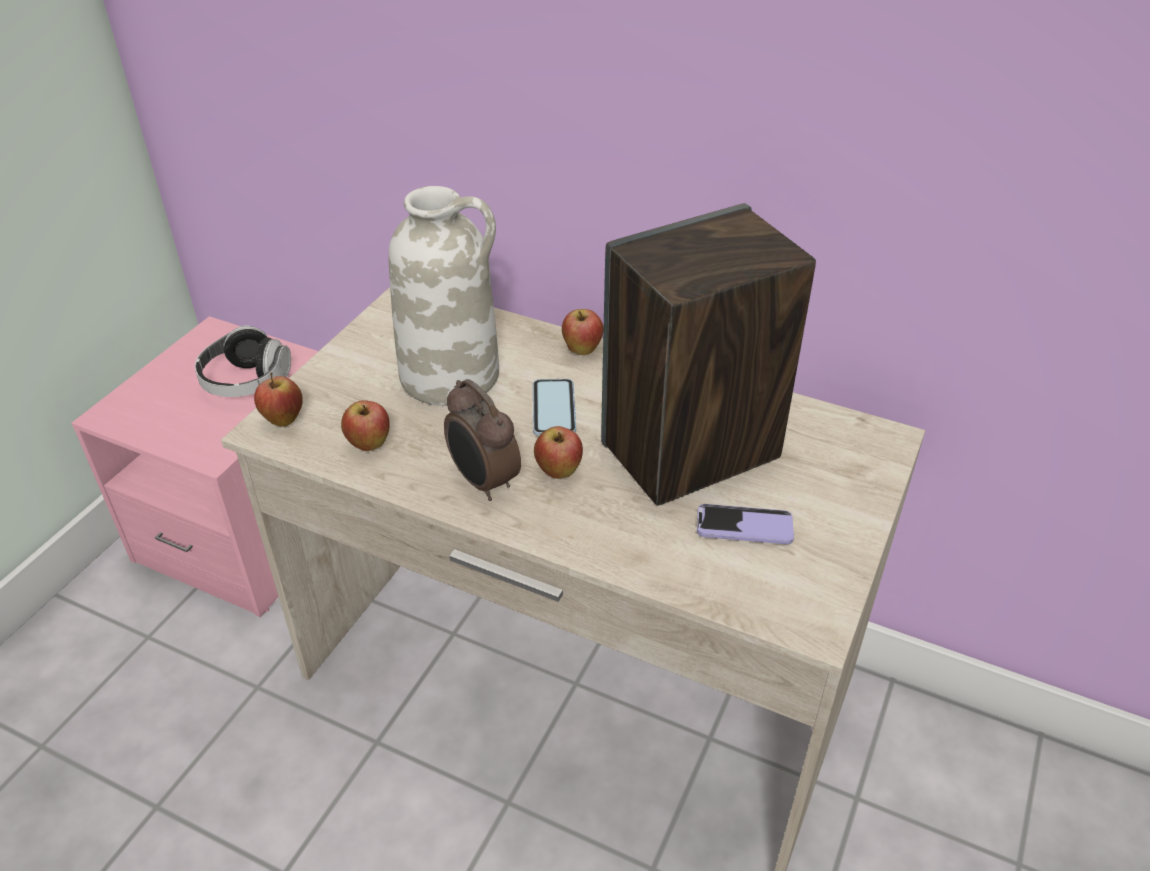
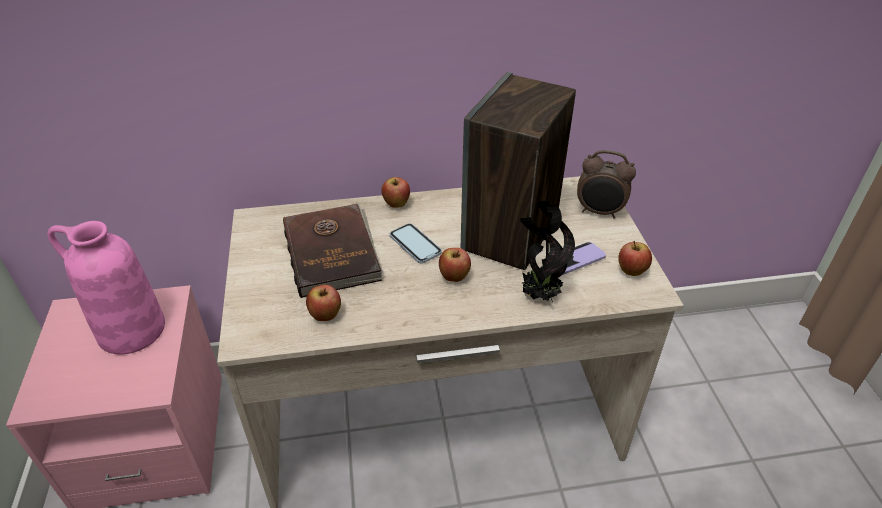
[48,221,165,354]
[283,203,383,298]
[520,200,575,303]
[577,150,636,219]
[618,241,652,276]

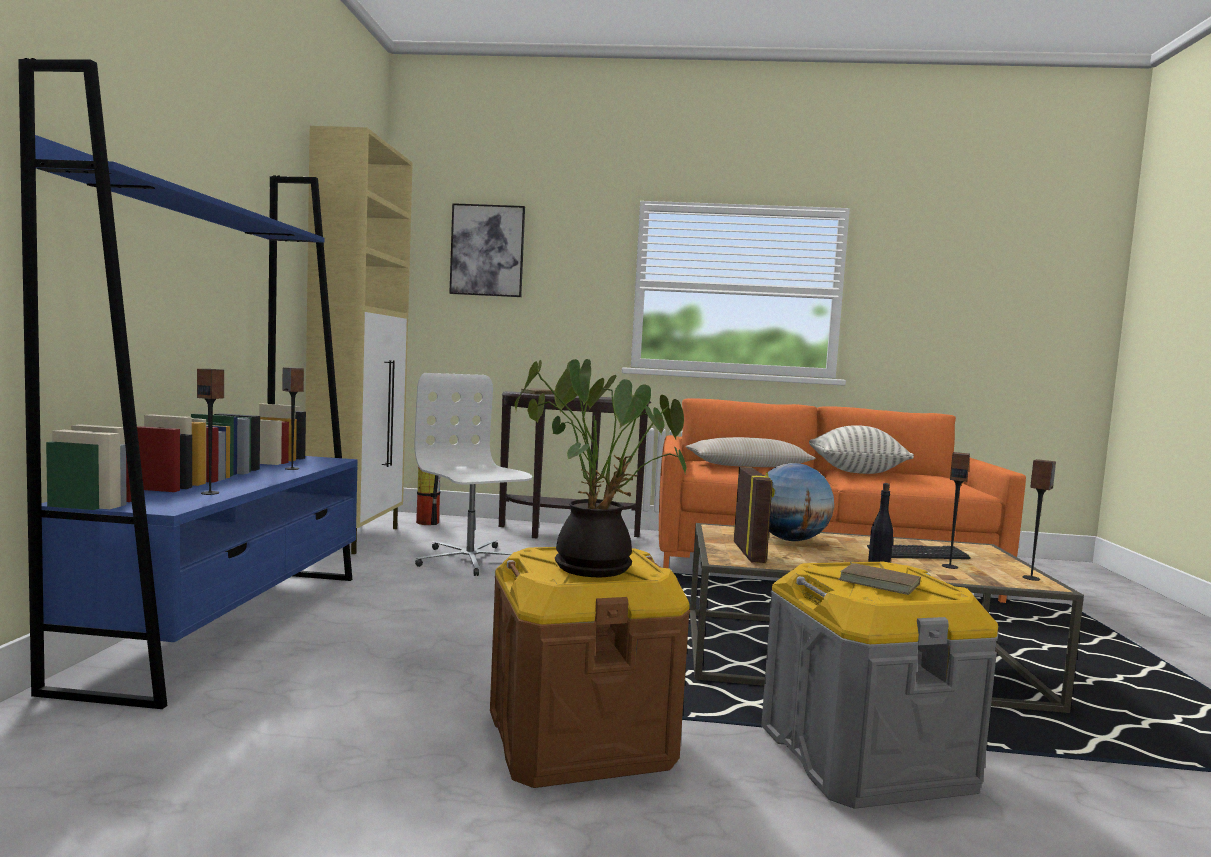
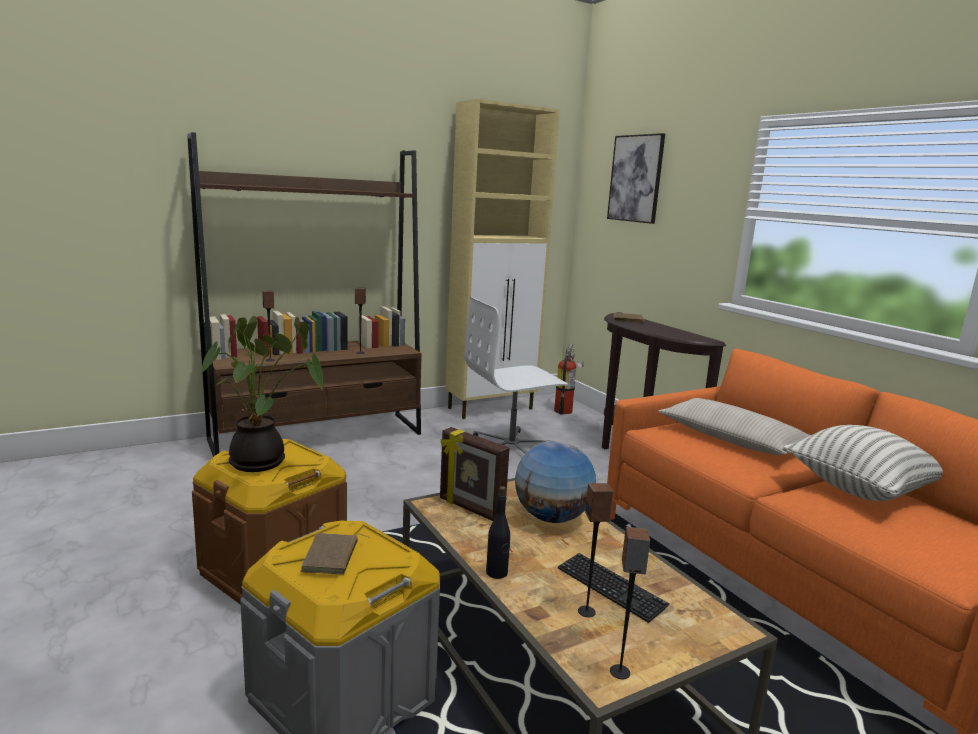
[187,132,422,457]
[440,427,510,521]
[464,297,568,454]

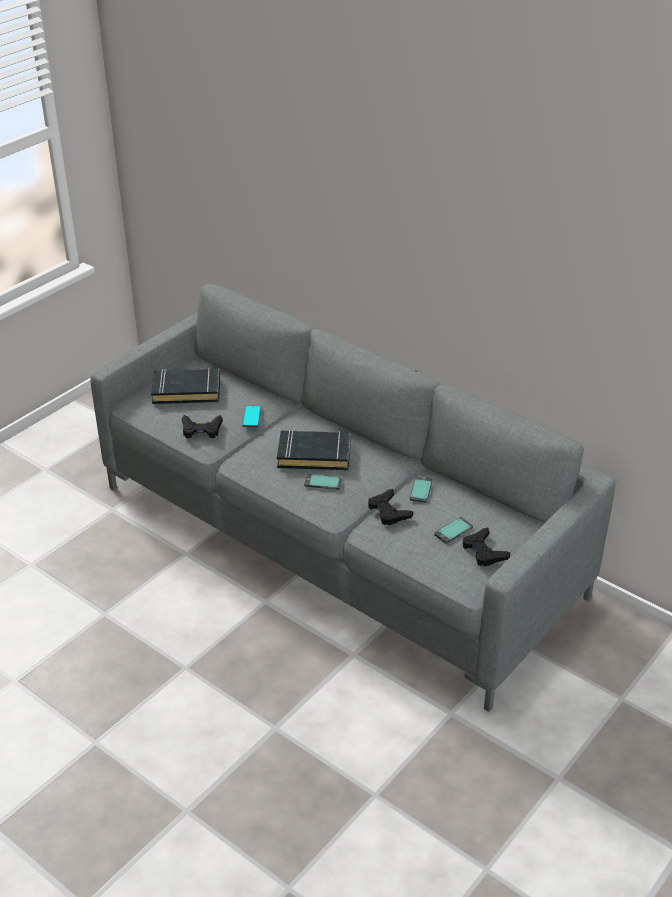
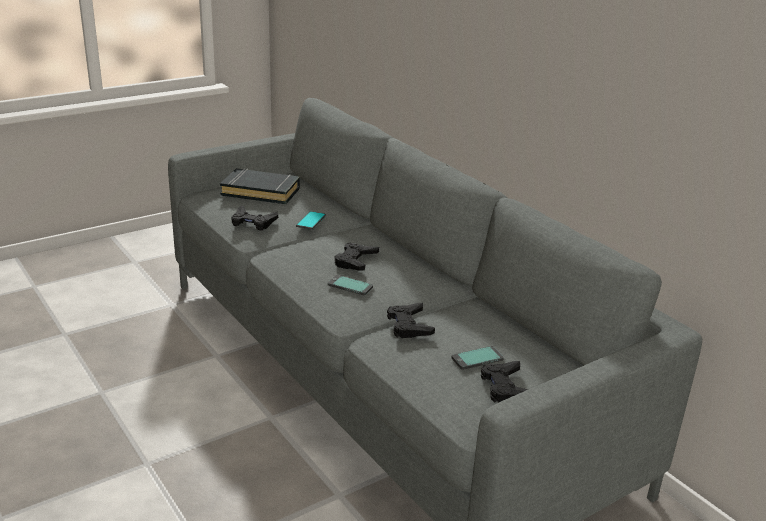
[334,243,379,271]
[410,476,433,503] (first image)

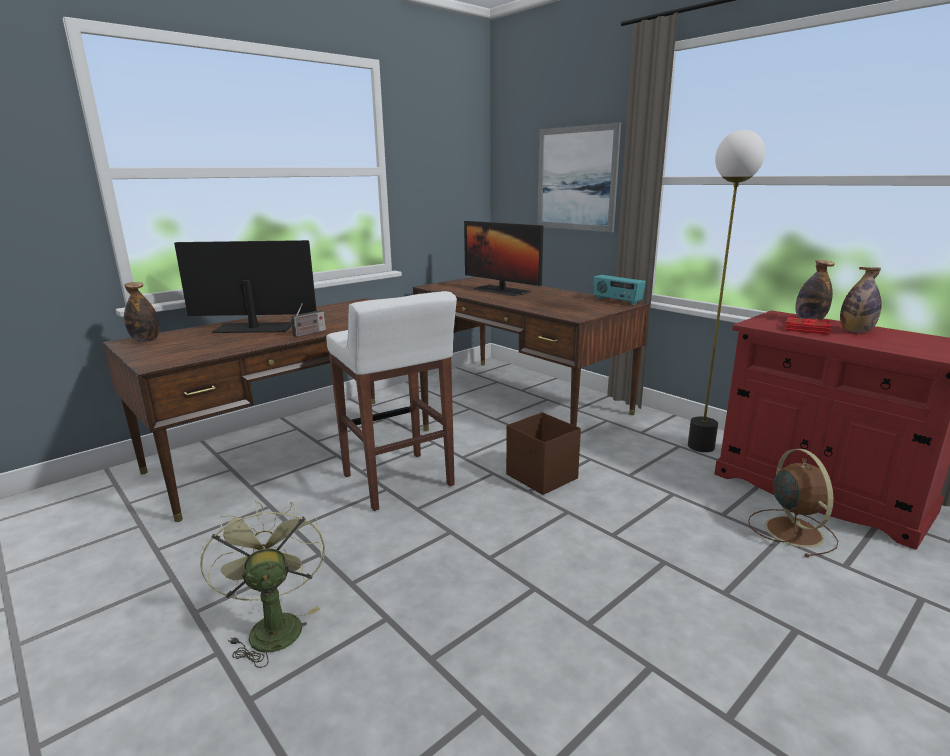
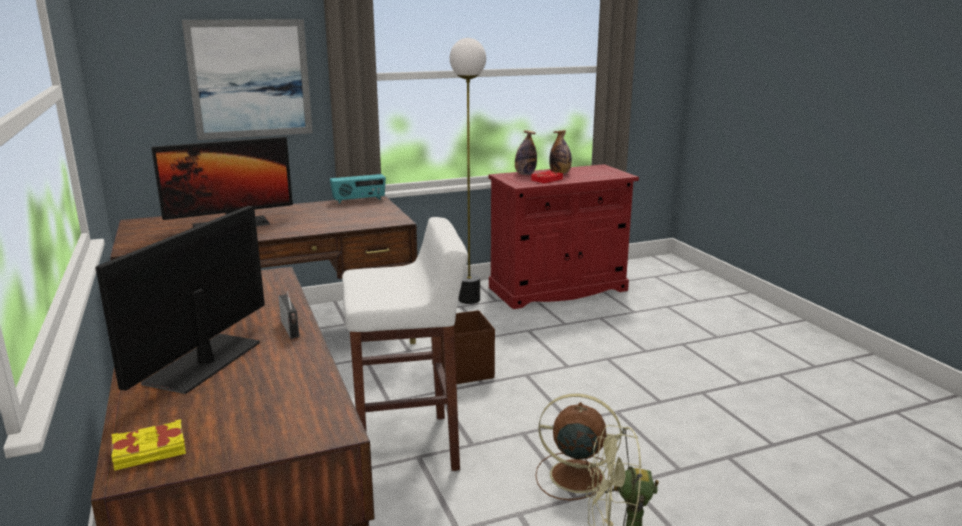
[111,419,186,471]
[535,394,621,500]

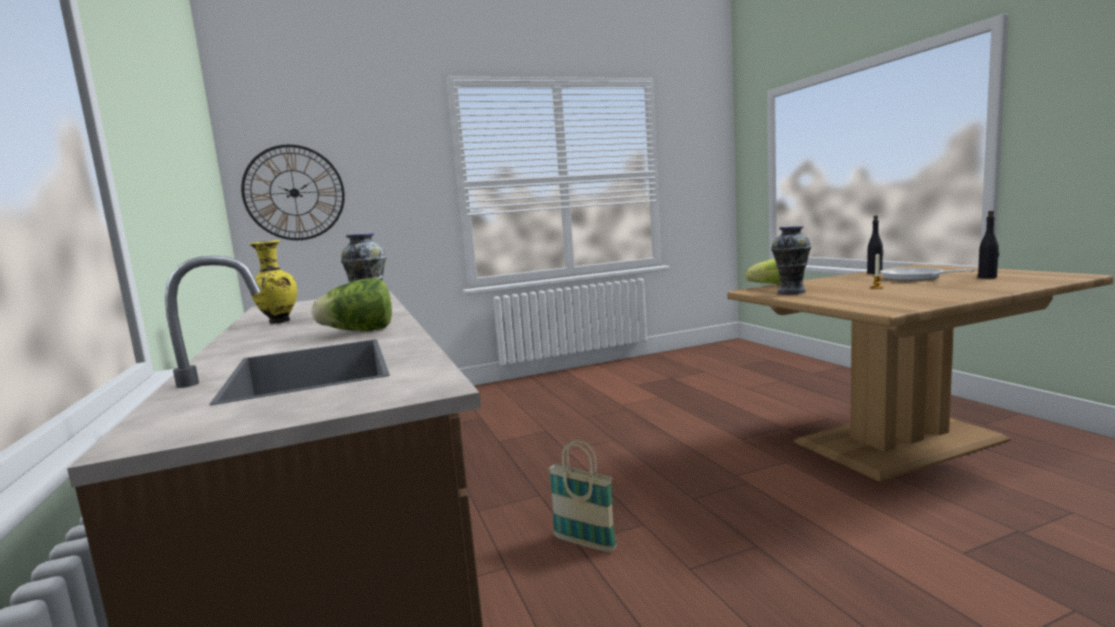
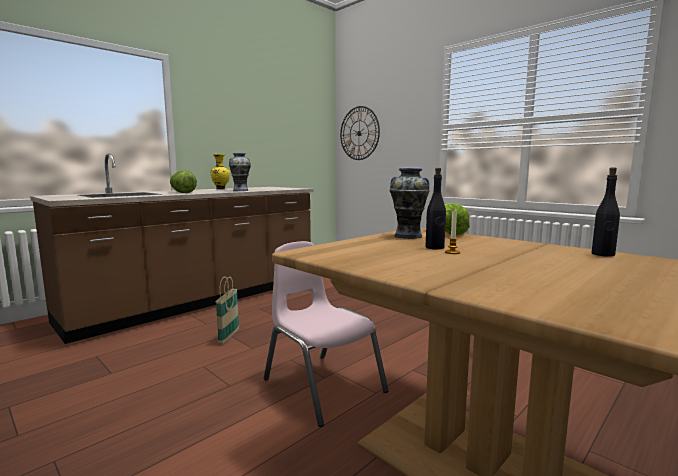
[264,241,389,427]
[426,168,446,249]
[880,268,975,281] (first image)

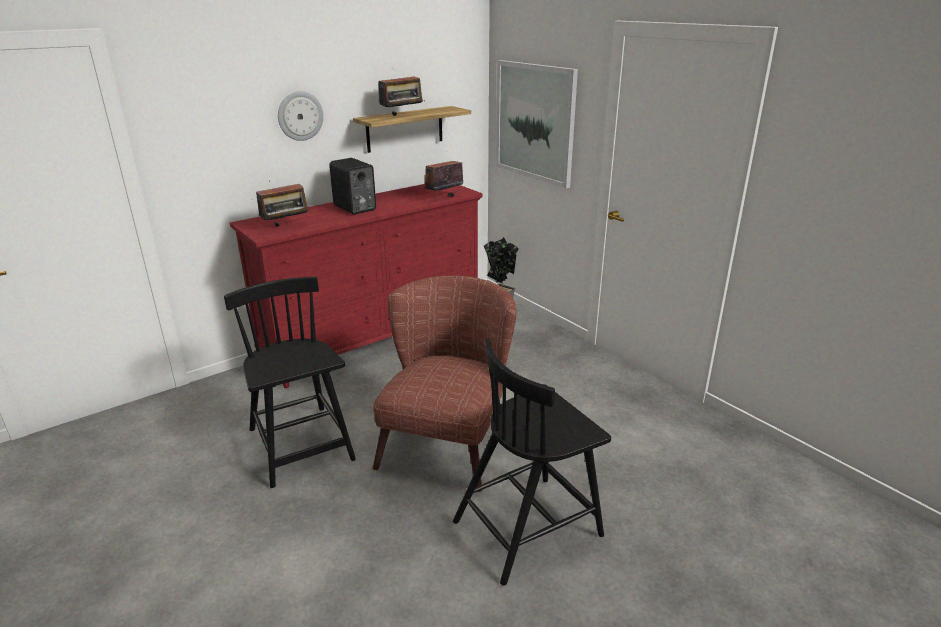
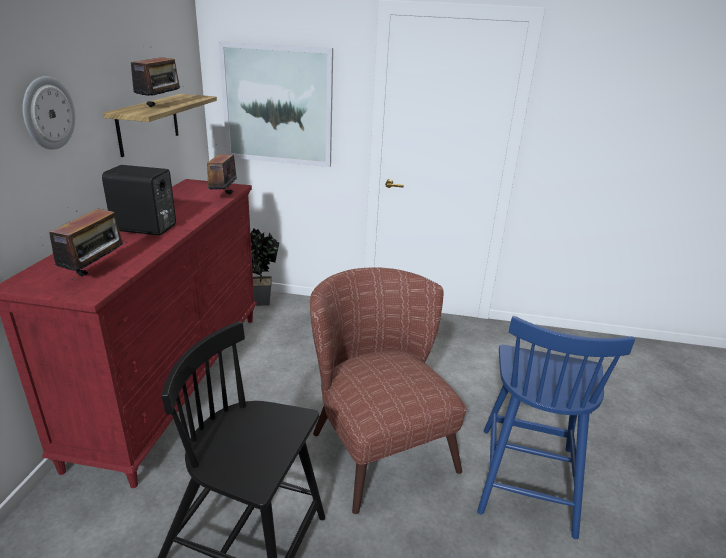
[477,316,635,539]

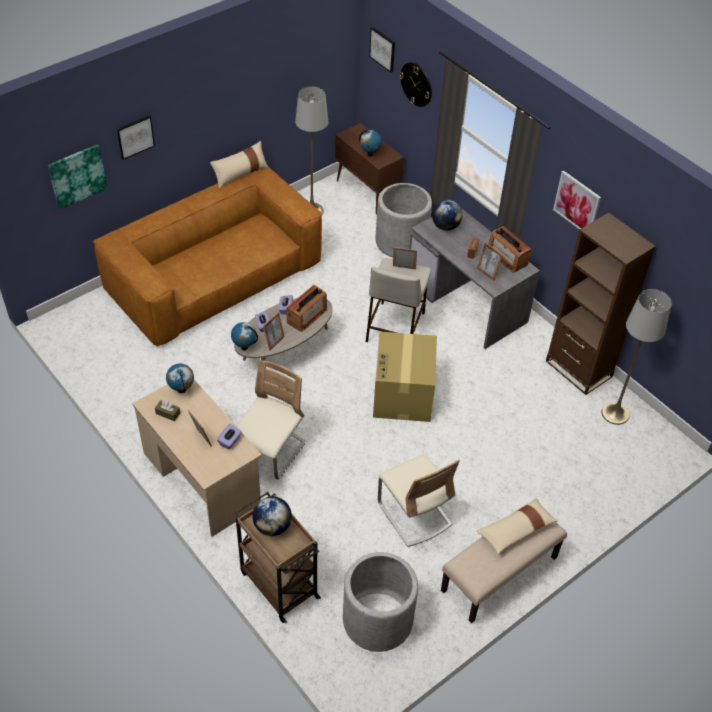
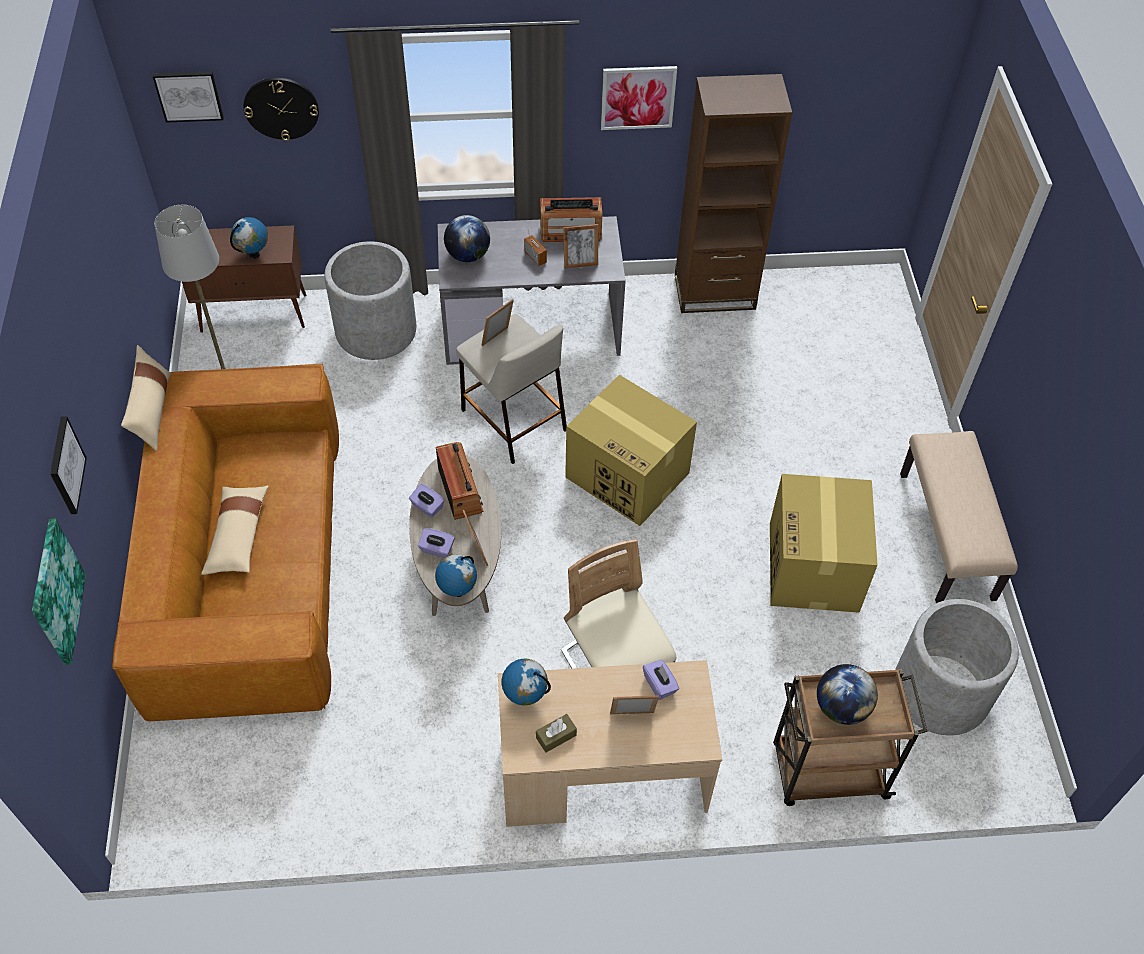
[201,485,268,575]
[770,474,878,613]
[602,289,672,425] (first image)

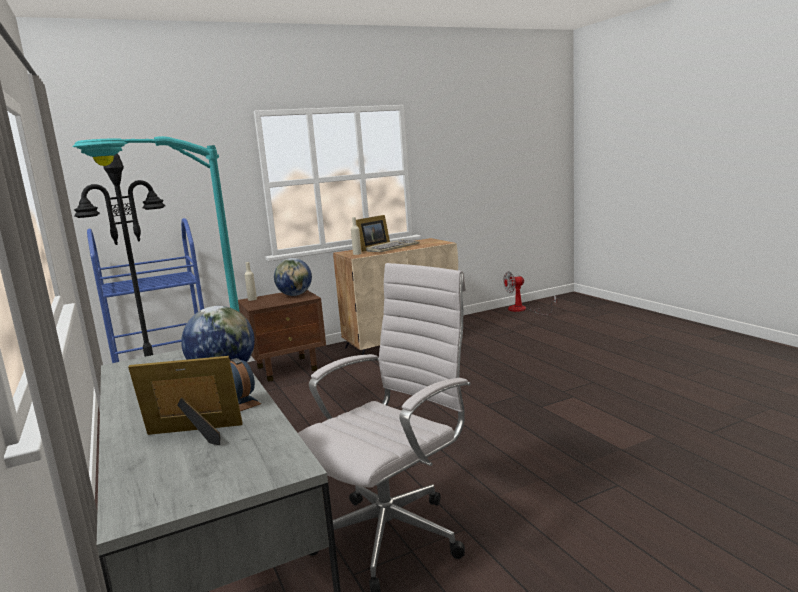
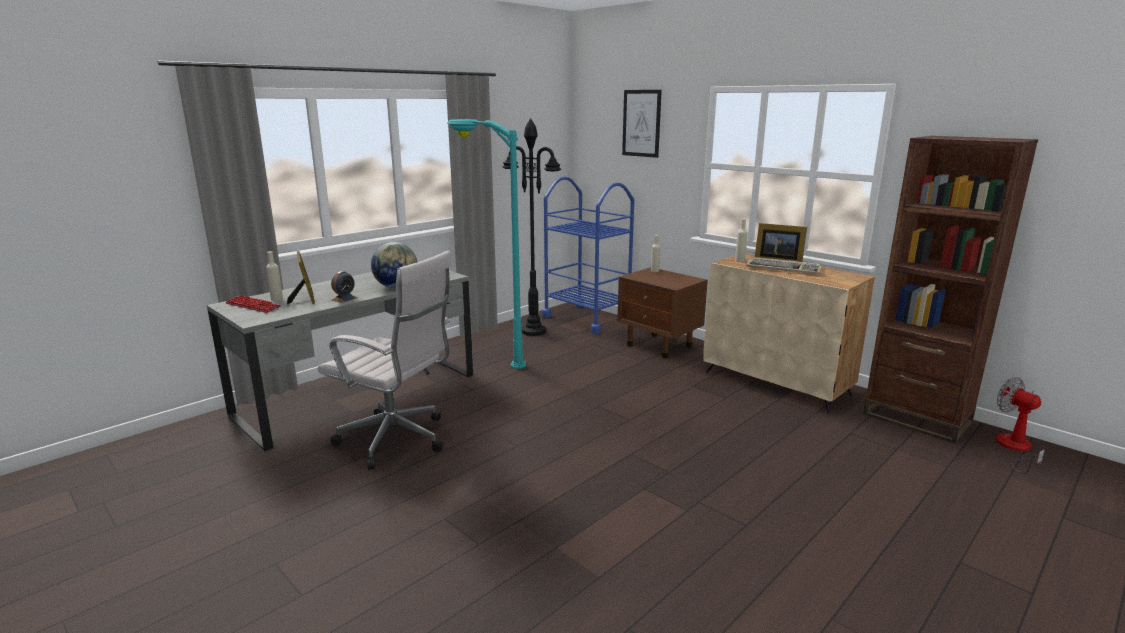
[226,295,282,313]
[266,251,283,301]
[622,90,662,158]
[863,136,1038,444]
[274,258,312,296] (first image)

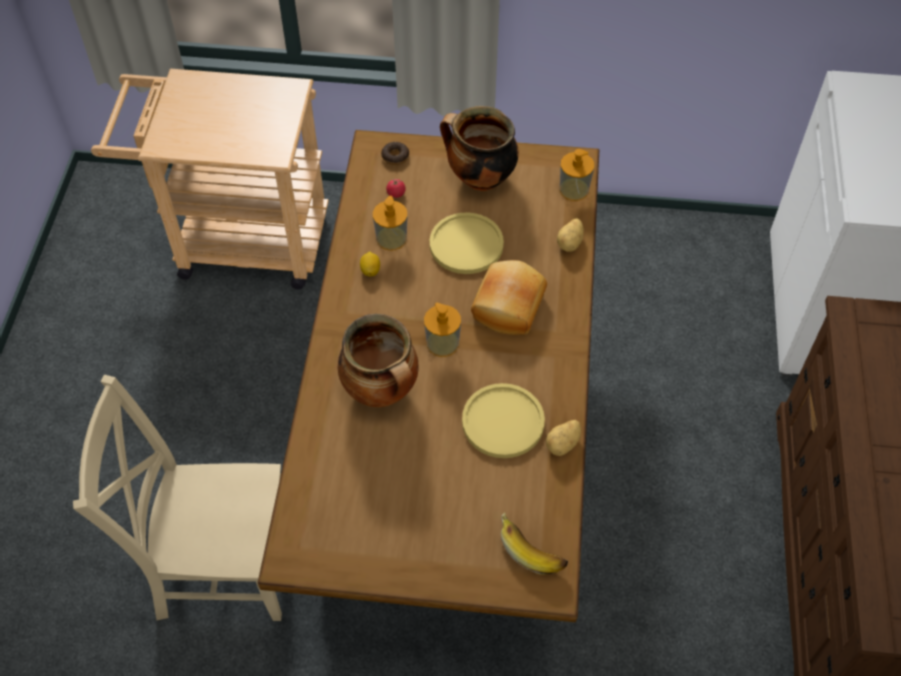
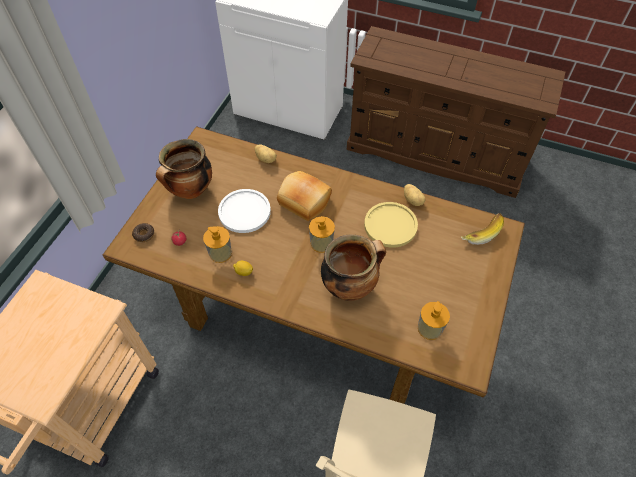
[218,189,271,233]
[418,301,450,340]

